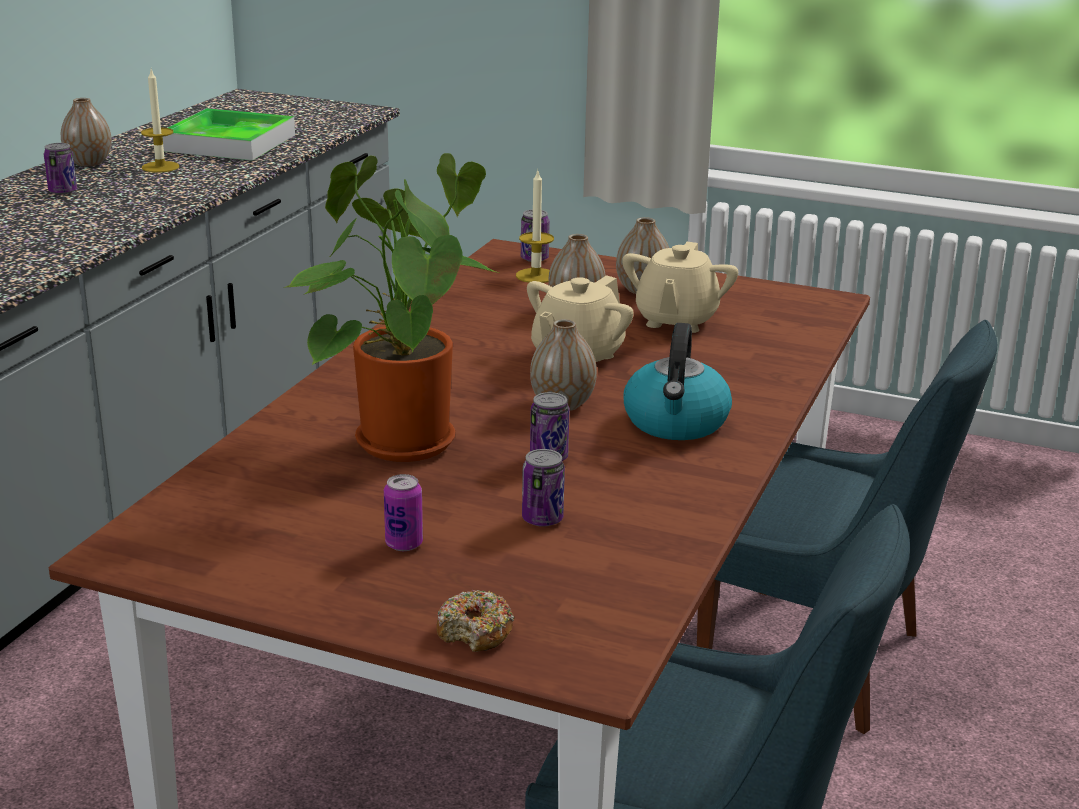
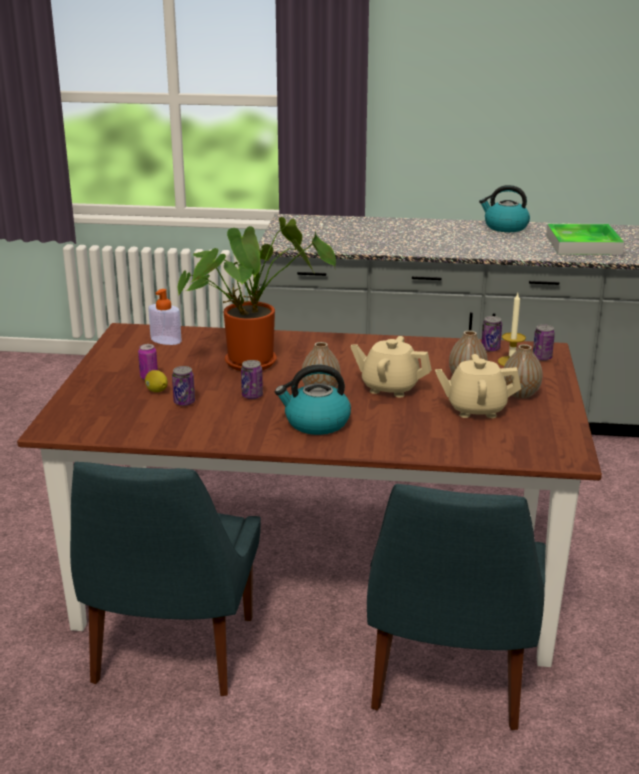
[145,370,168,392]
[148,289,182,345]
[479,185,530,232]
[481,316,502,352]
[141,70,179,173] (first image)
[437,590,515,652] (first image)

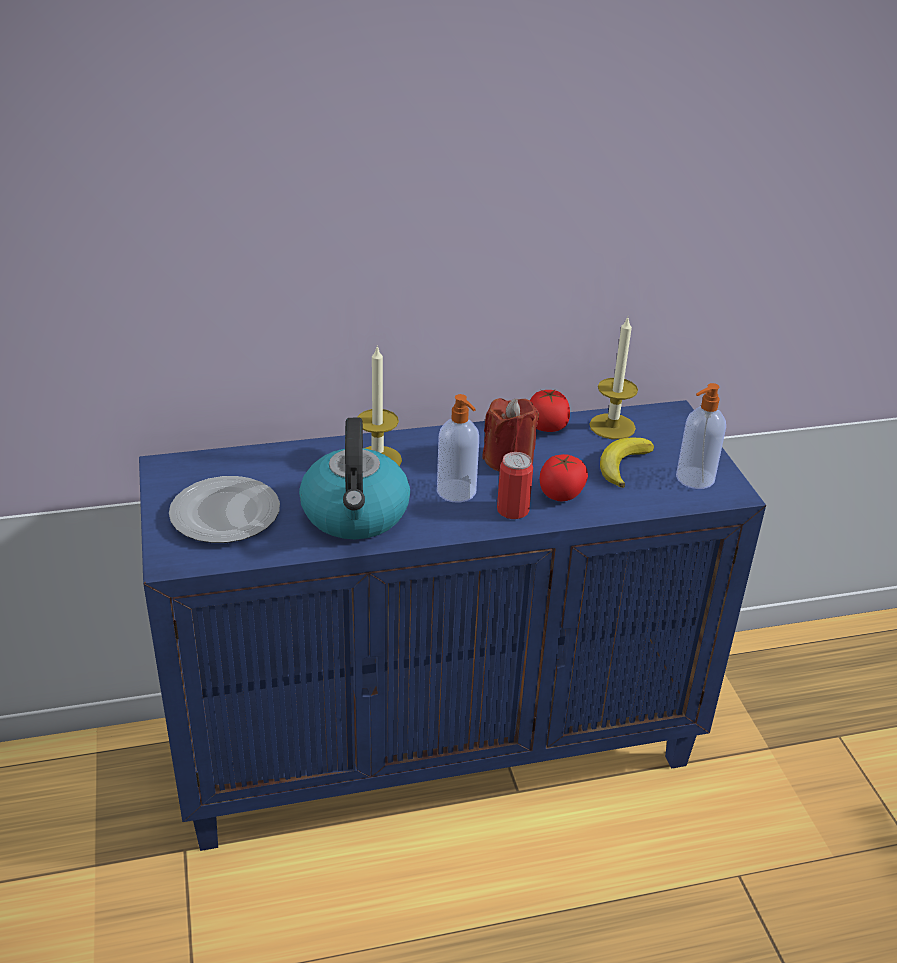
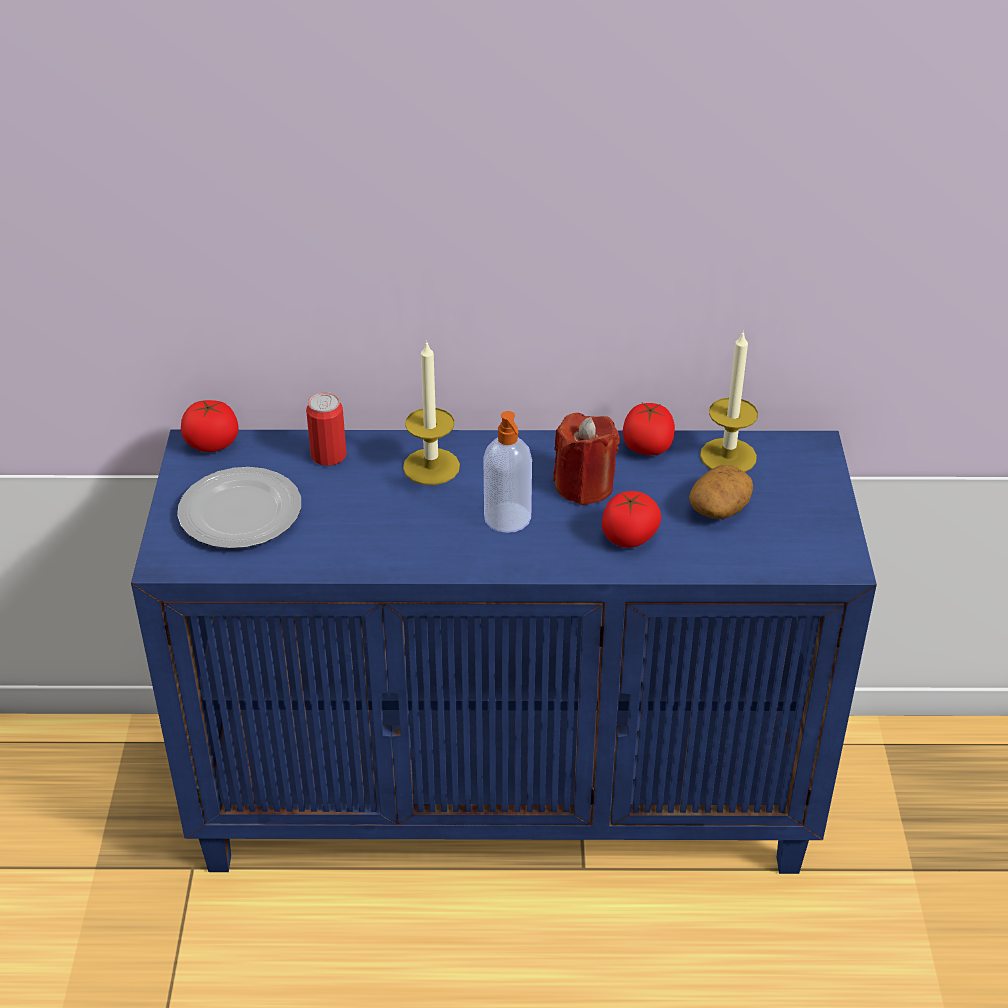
[181,400,239,452]
[306,392,347,466]
[689,465,753,519]
[299,418,410,539] (first image)
[676,383,726,489] (first image)

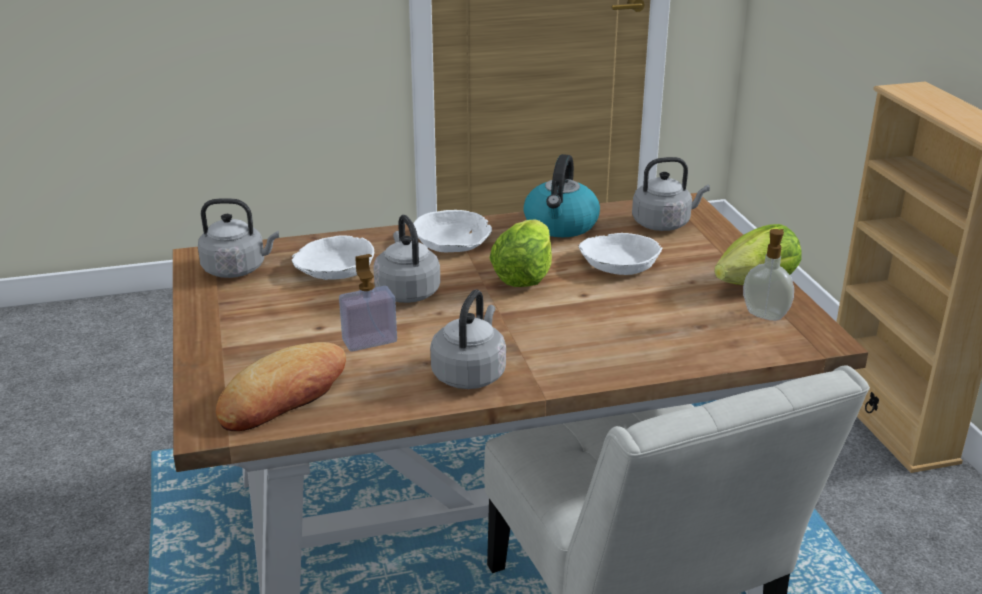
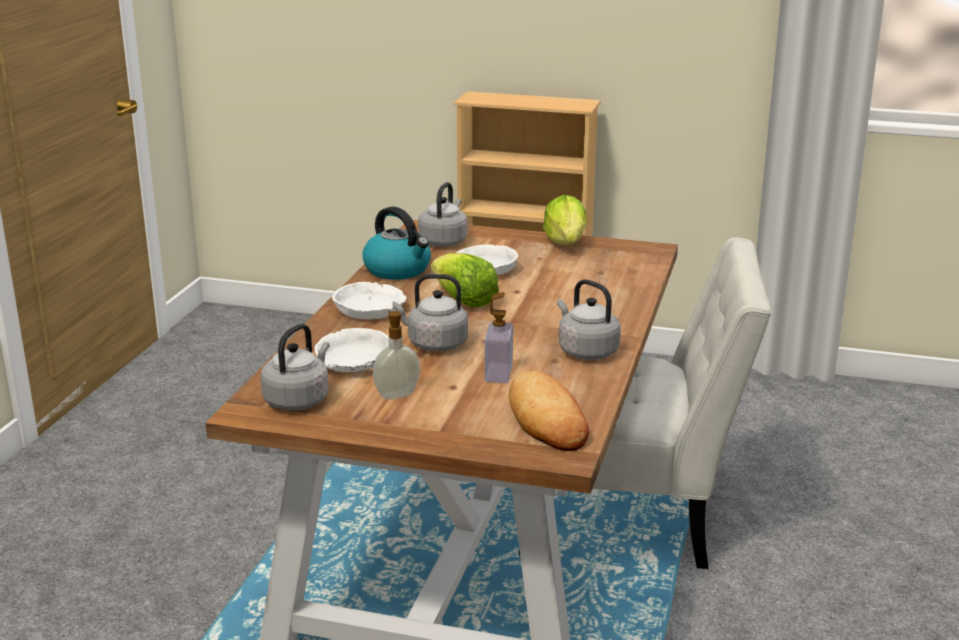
[373,311,420,399]

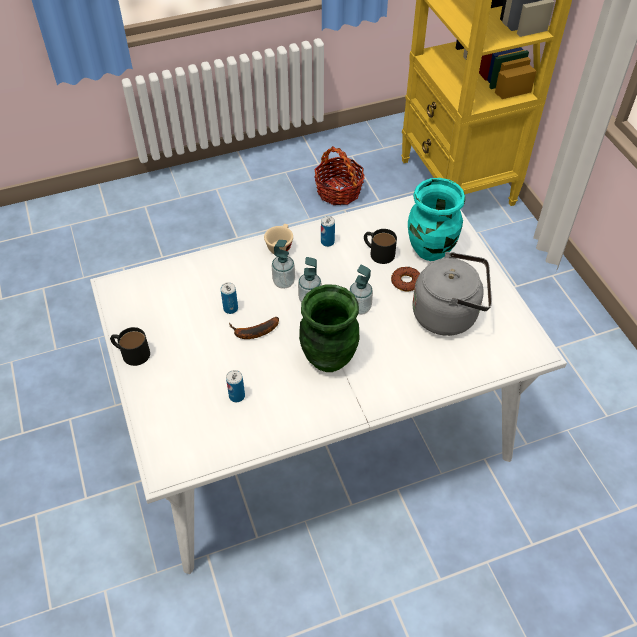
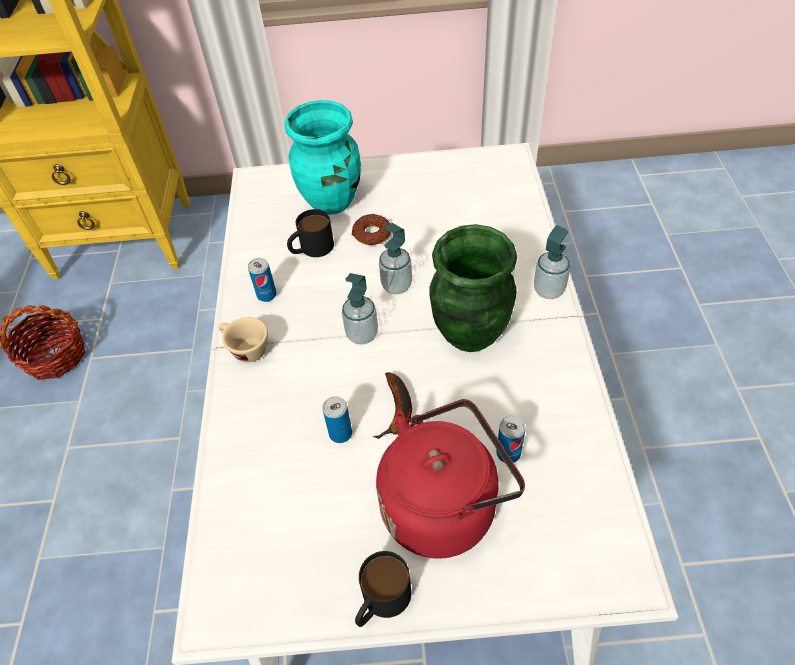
[376,399,525,559]
[534,225,570,299]
[413,252,492,336] (first image)

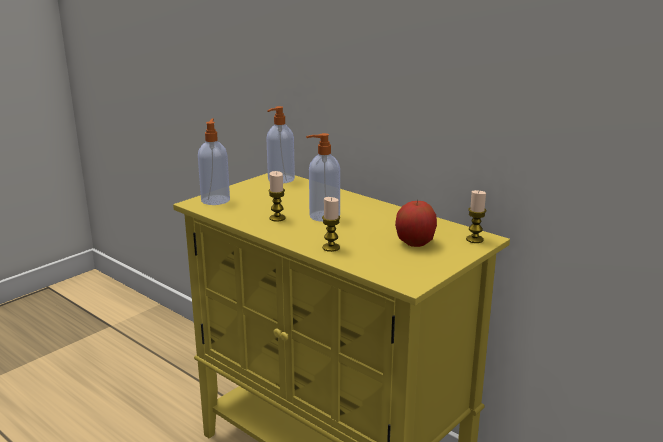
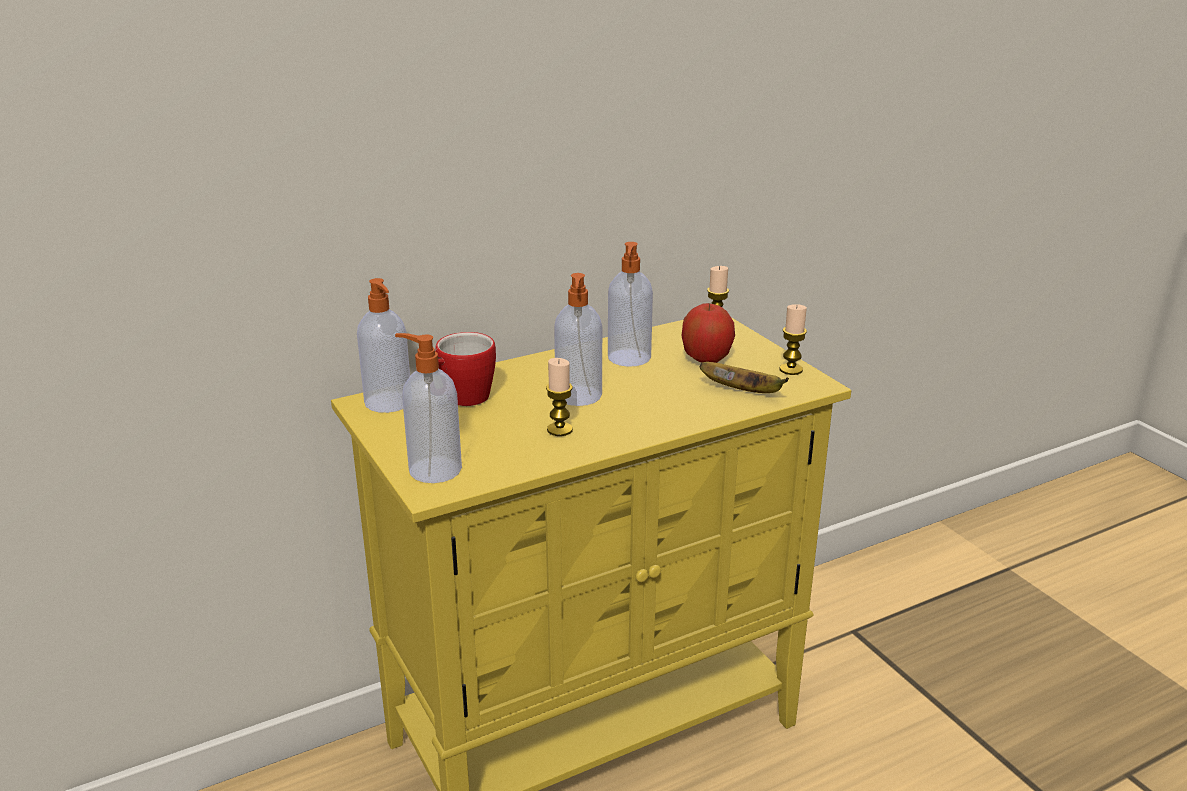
[435,332,496,406]
[608,242,653,367]
[700,362,789,393]
[780,304,807,375]

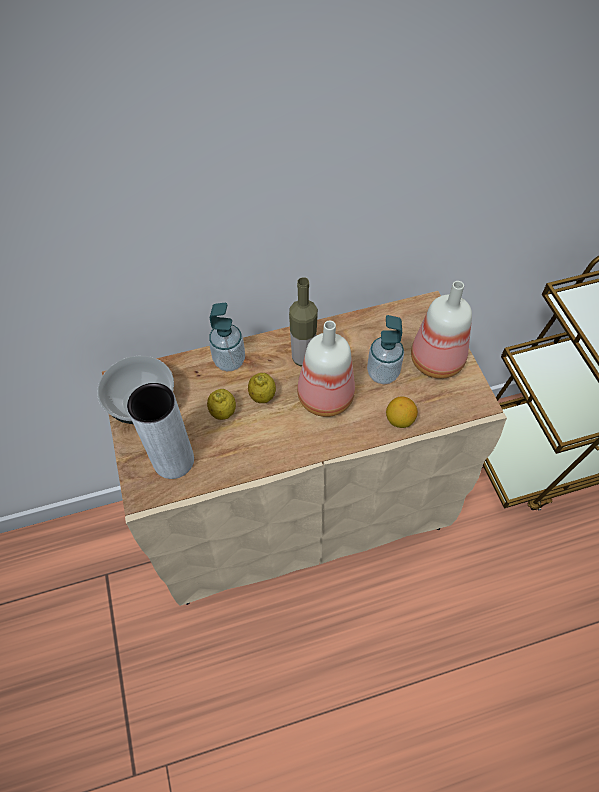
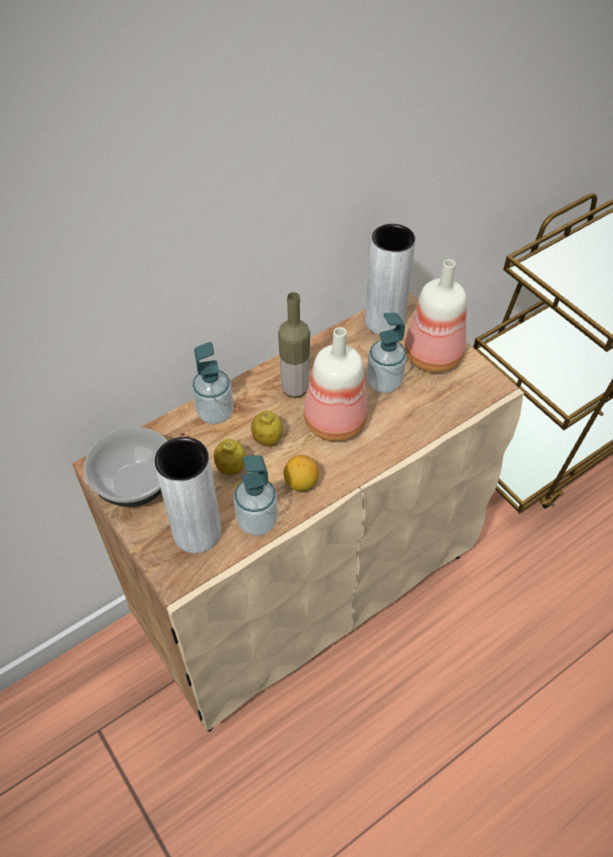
[234,455,278,536]
[284,455,319,491]
[365,224,416,334]

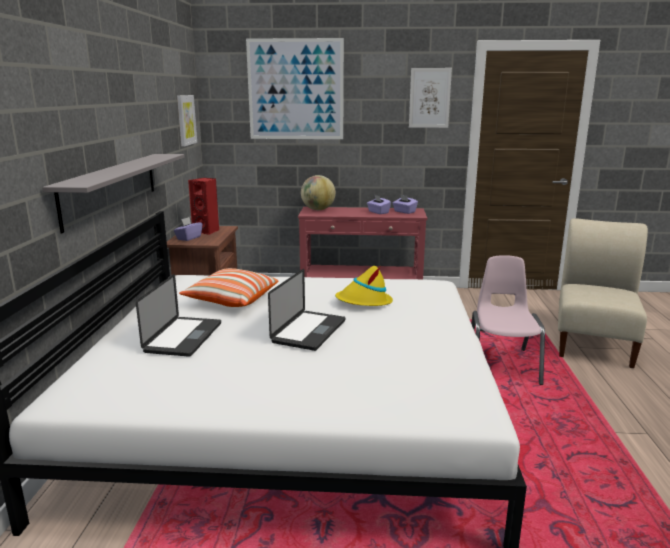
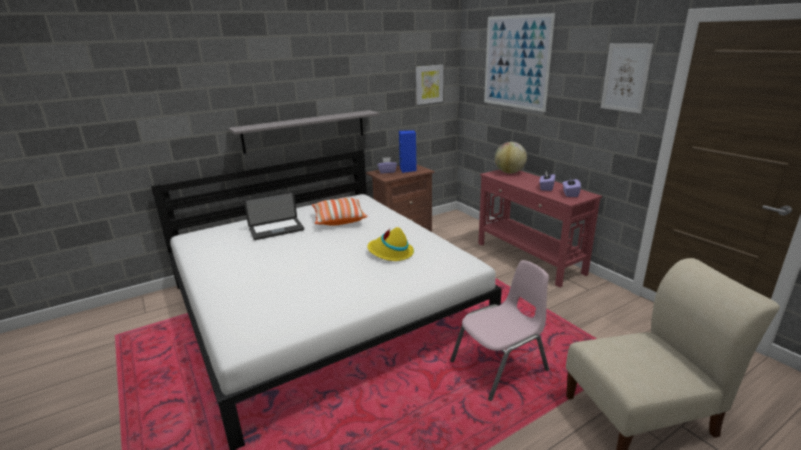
[399,130,417,173]
[268,269,345,351] (first image)

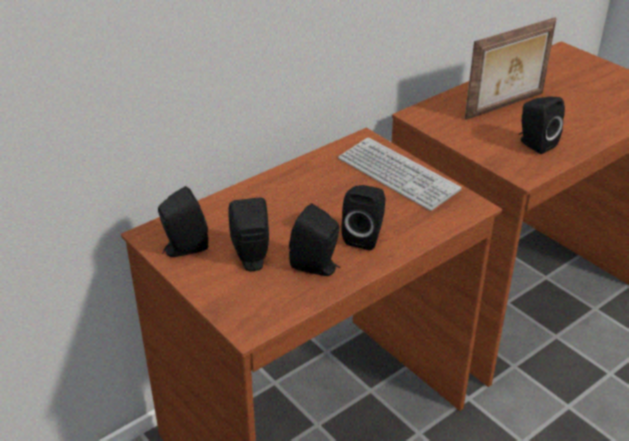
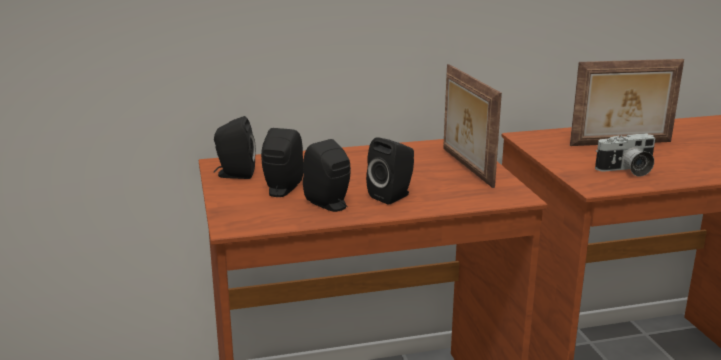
[443,64,502,188]
[595,133,655,177]

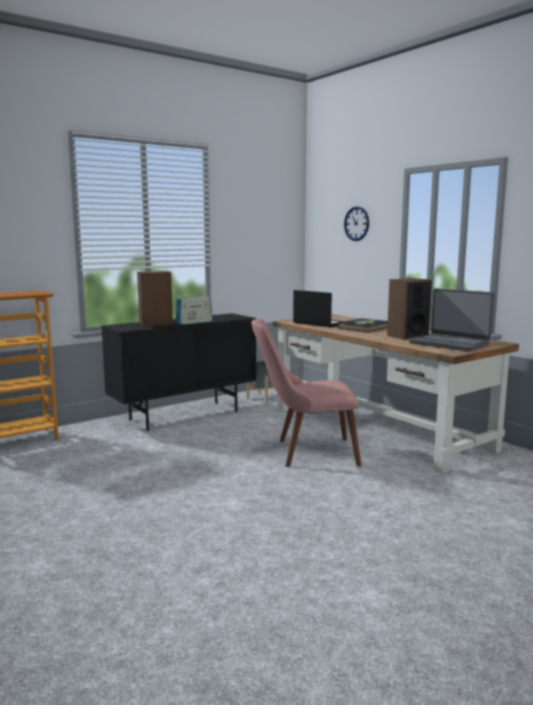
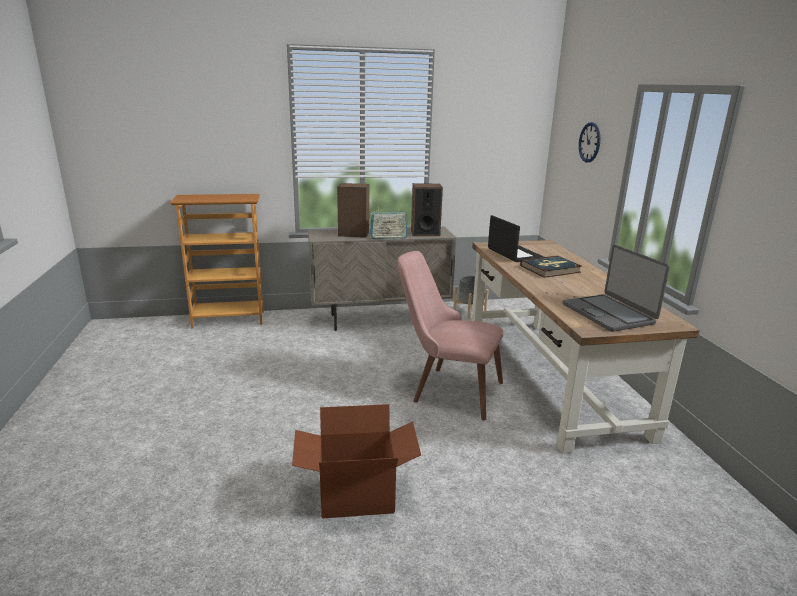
[292,404,421,518]
[308,227,457,331]
[411,183,443,236]

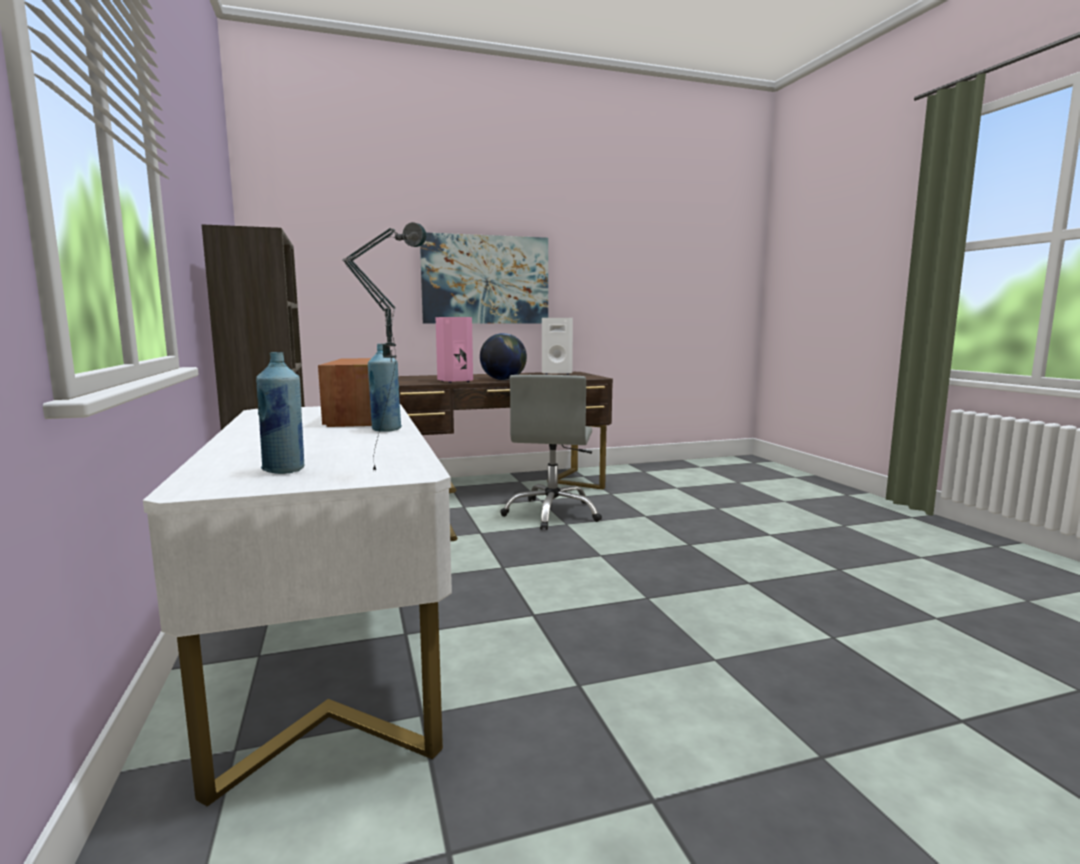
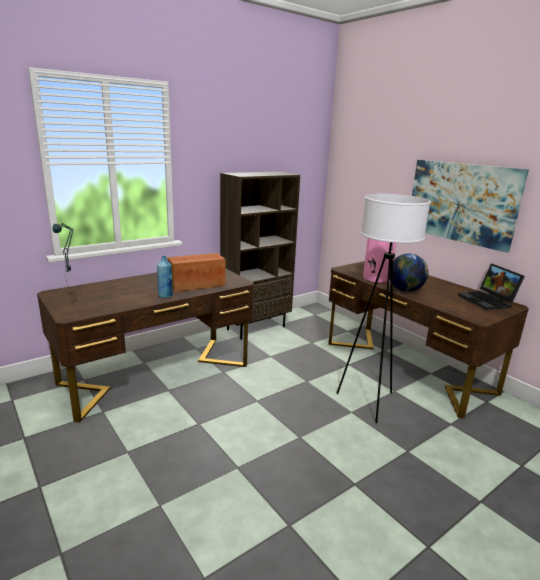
[37,269,254,423]
[336,194,431,423]
[458,264,525,310]
[256,352,304,474] (first image)

